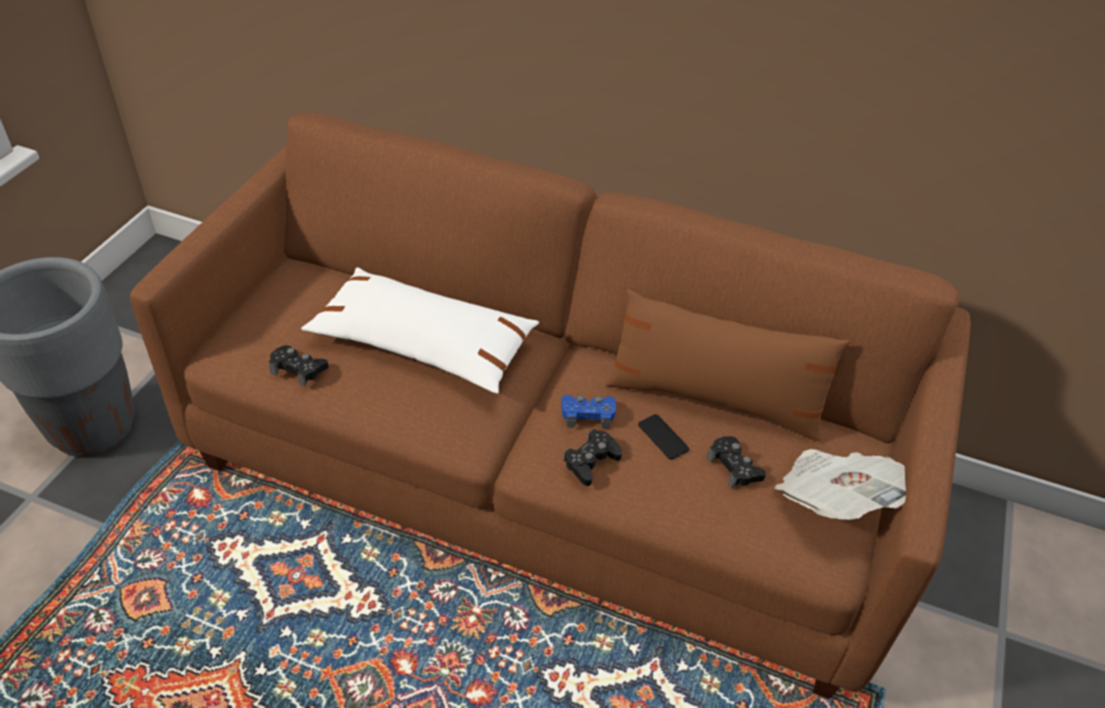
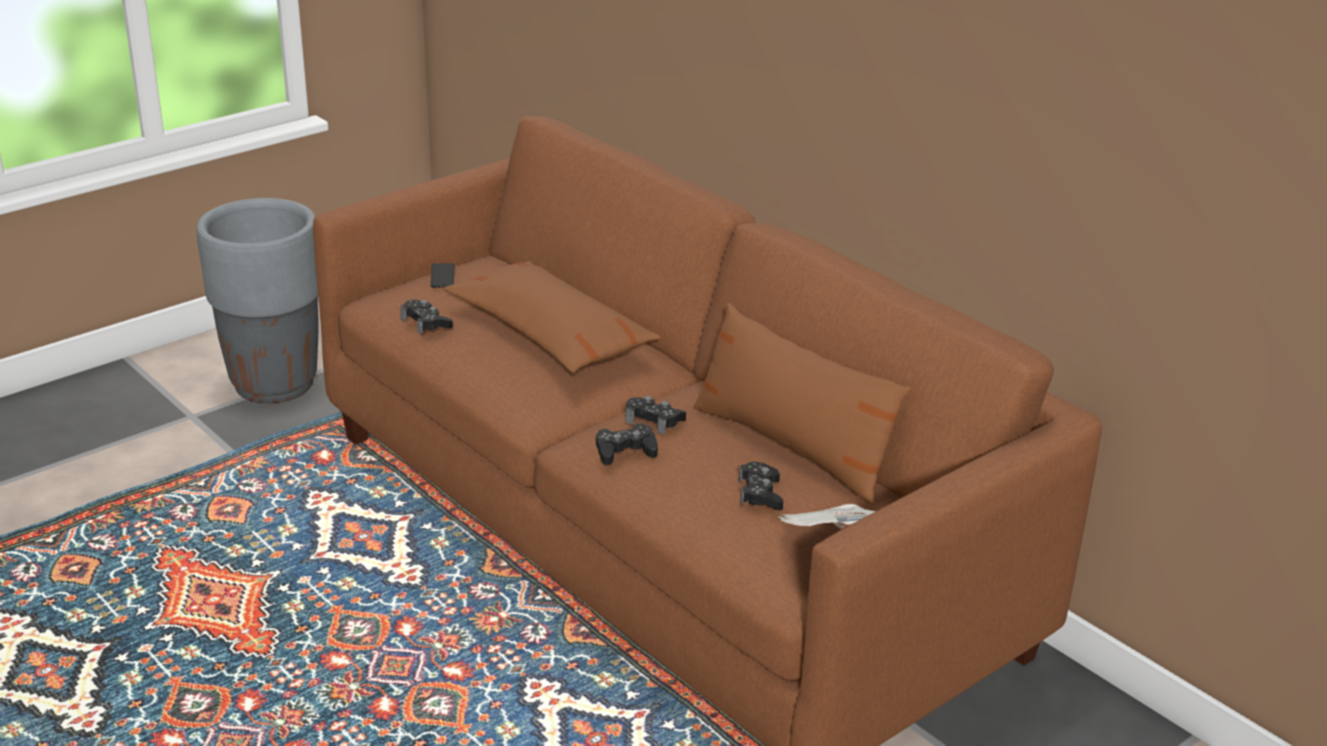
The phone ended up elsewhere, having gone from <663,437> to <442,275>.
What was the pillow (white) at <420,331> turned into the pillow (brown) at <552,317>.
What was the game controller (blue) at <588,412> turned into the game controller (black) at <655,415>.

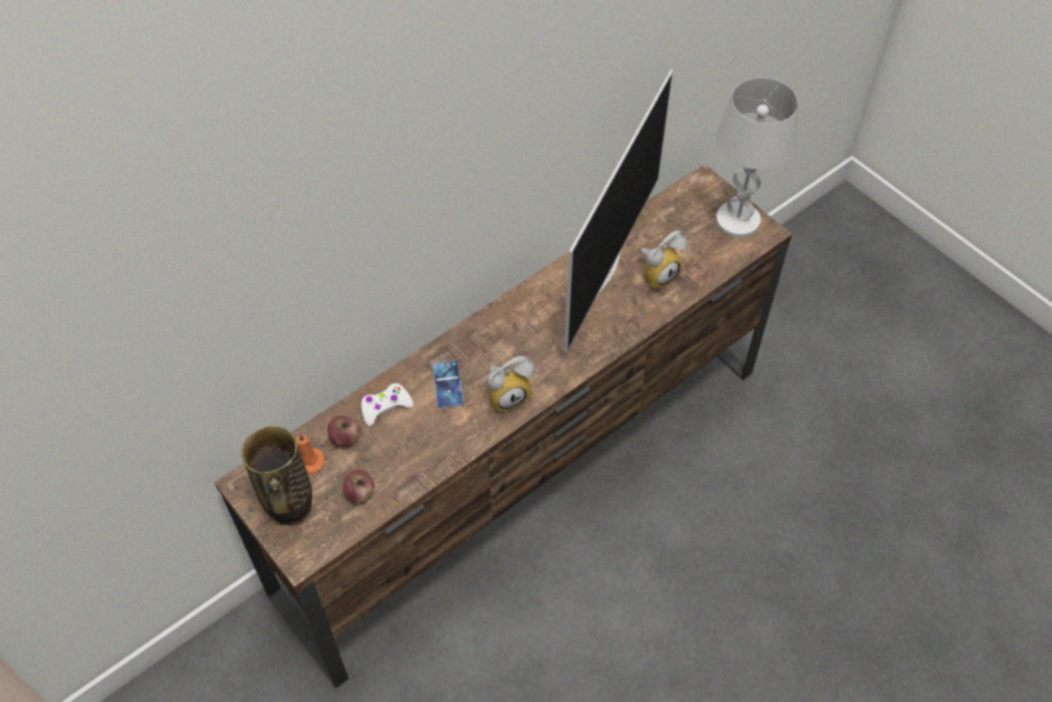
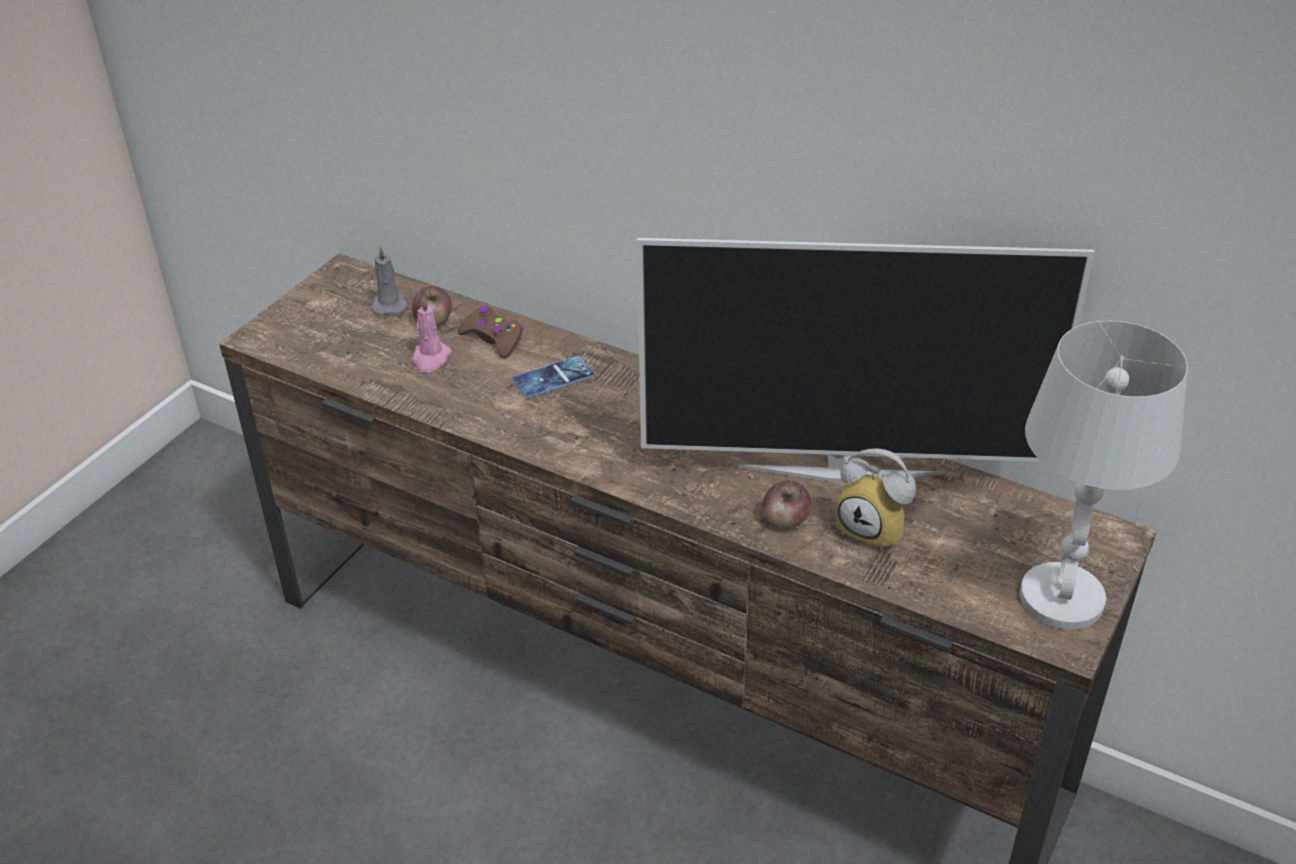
What was the candle (orange) at <310,453> turned into the candle (grey) at <389,280>.
The second view gained the candle (pink) at <432,335>.
What was the game controller (white) at <387,404> turned into the game controller (brown) at <490,332>.
The apple ended up elsewhere, having gone from <358,486> to <786,504>.
The second view lost the vase at <276,476>.
The second view lost the alarm clock at <511,384>.

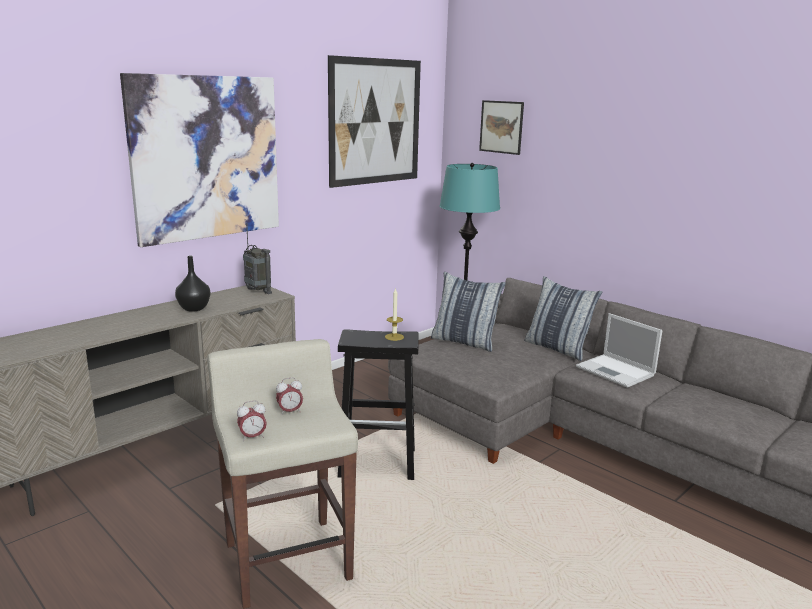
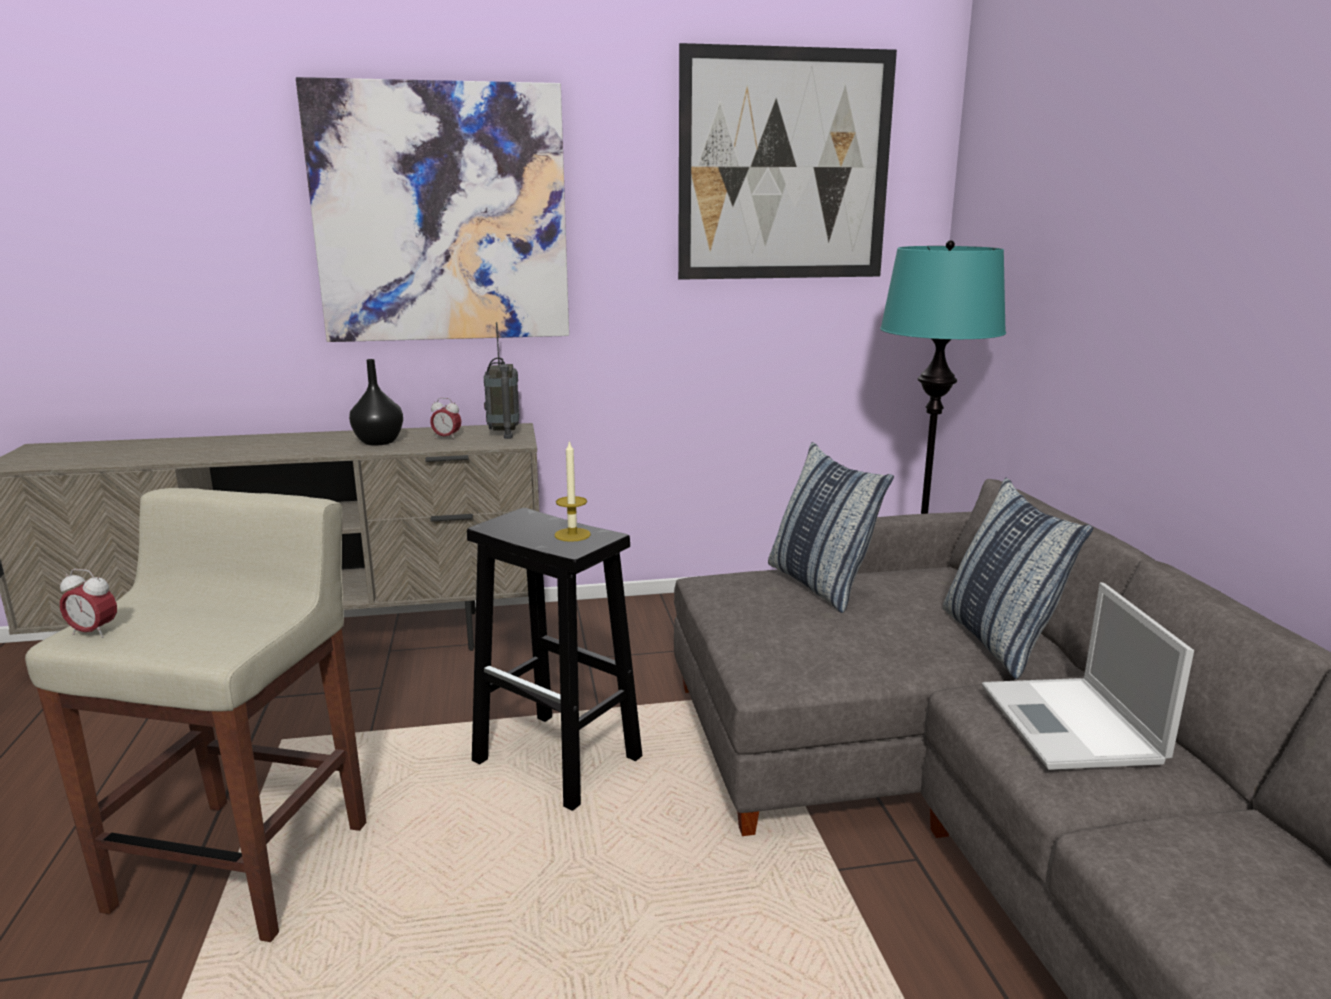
The alarm clock ended up elsewhere, having gone from <289,396> to <445,419>.
The second view lost the picture at <501,127>.

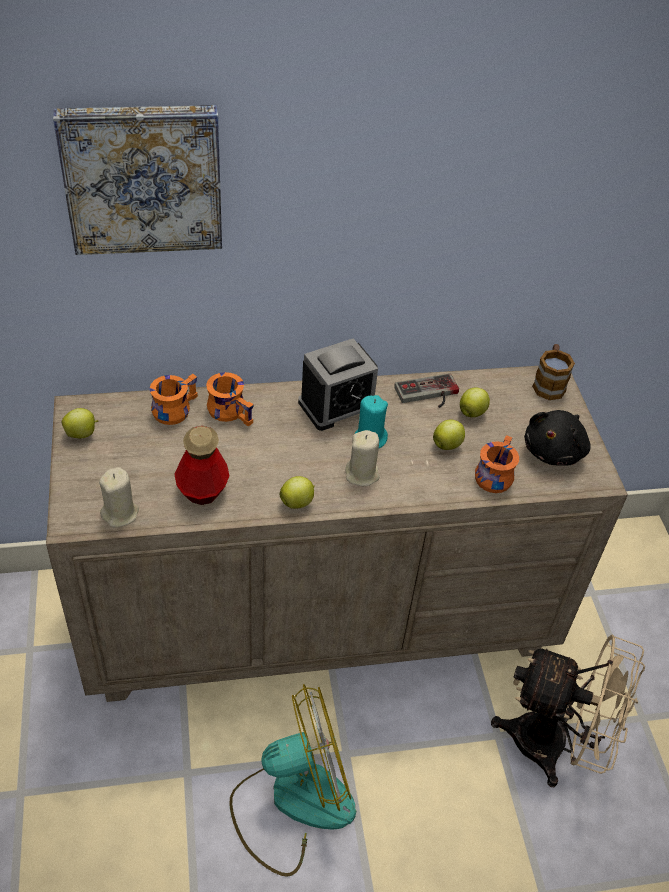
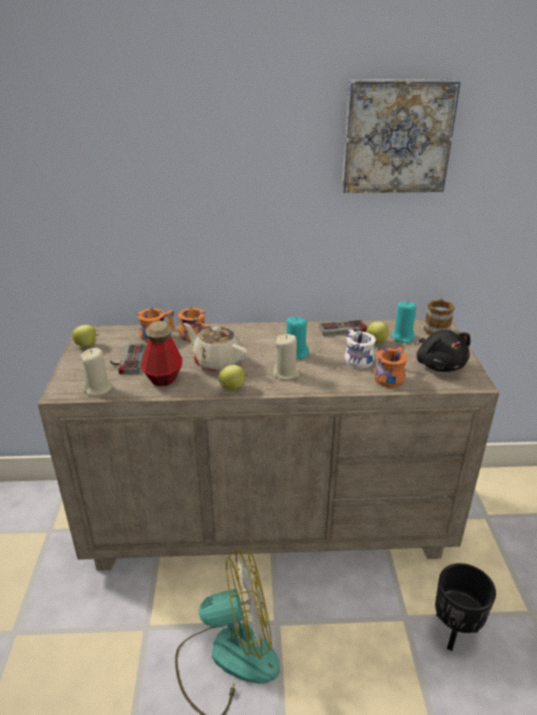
The second view gained the game controller at <128,359>.
The second view gained the teapot (beige) at <216,347>.
The picture ended up elsewhere, having gone from <137,180> to <401,136>.
Where the apple stood at <449,435>, the mug (white) came to stand at <360,349>.
The second view gained the candle (turquoise) at <404,322>.
The plush toy (black) at <557,438> ended up facing another way, 60 degrees counterclockwise from before.
Where the fan (beige) stood at <568,710>, the planter (black) came to stand at <465,607>.
The second view lost the alarm clock at <338,384>.

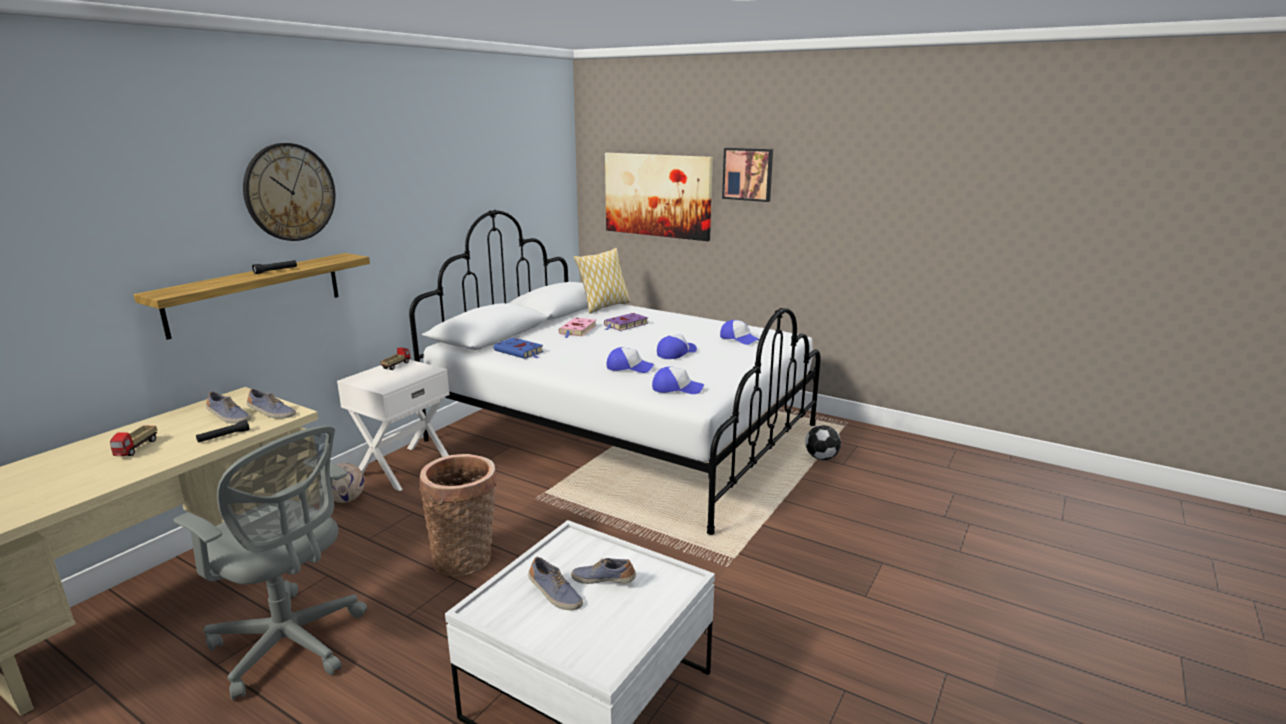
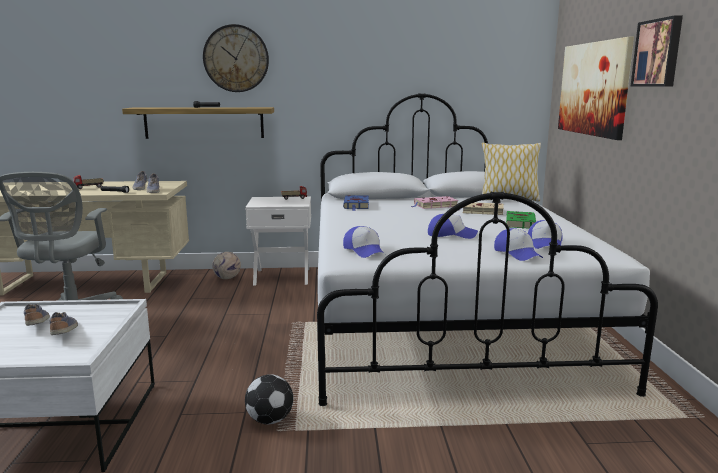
The shoe at <555,583> ended up facing another way, 150 degrees clockwise from before.
The football ended up elsewhere, having gone from <823,442> to <269,399>.
What was the book (purple) at <626,322> turned into the book (beige) at <481,208>.
The cap ended up elsewhere, having gone from <630,360> to <518,244>.
The second view gained the book (green) at <521,220>.
The second view lost the basket at <458,515>.

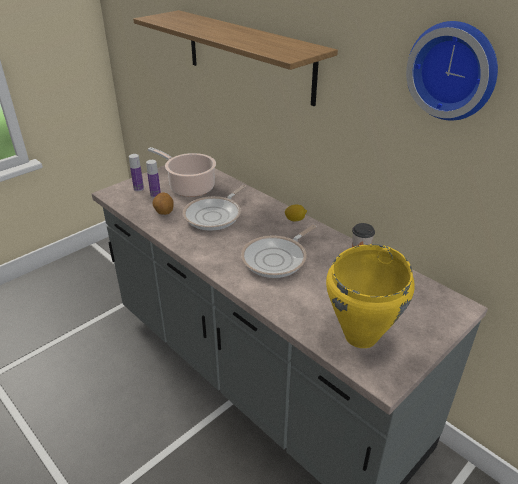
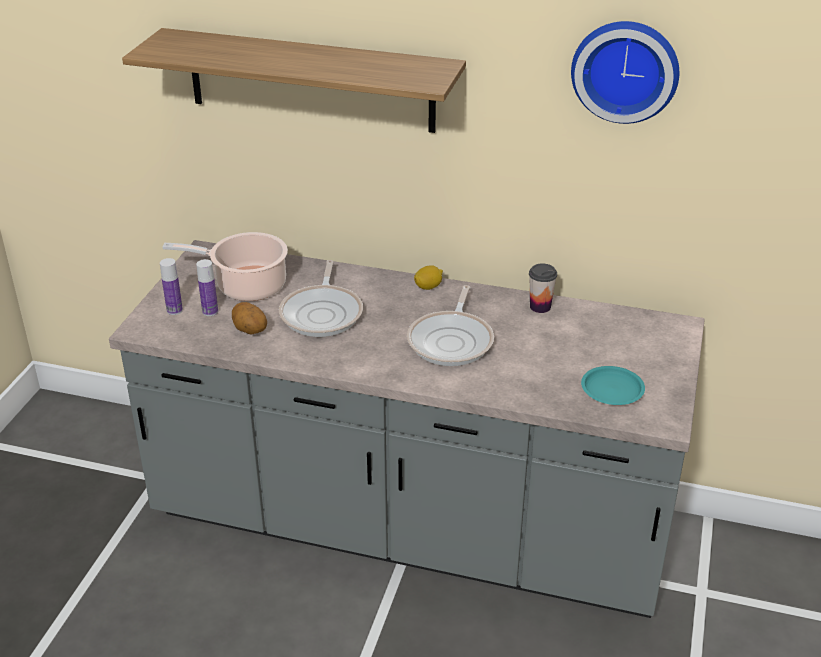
Where the cooking pot (yellow) stood at <370,296>, the plate (turquoise) came to stand at <613,385>.

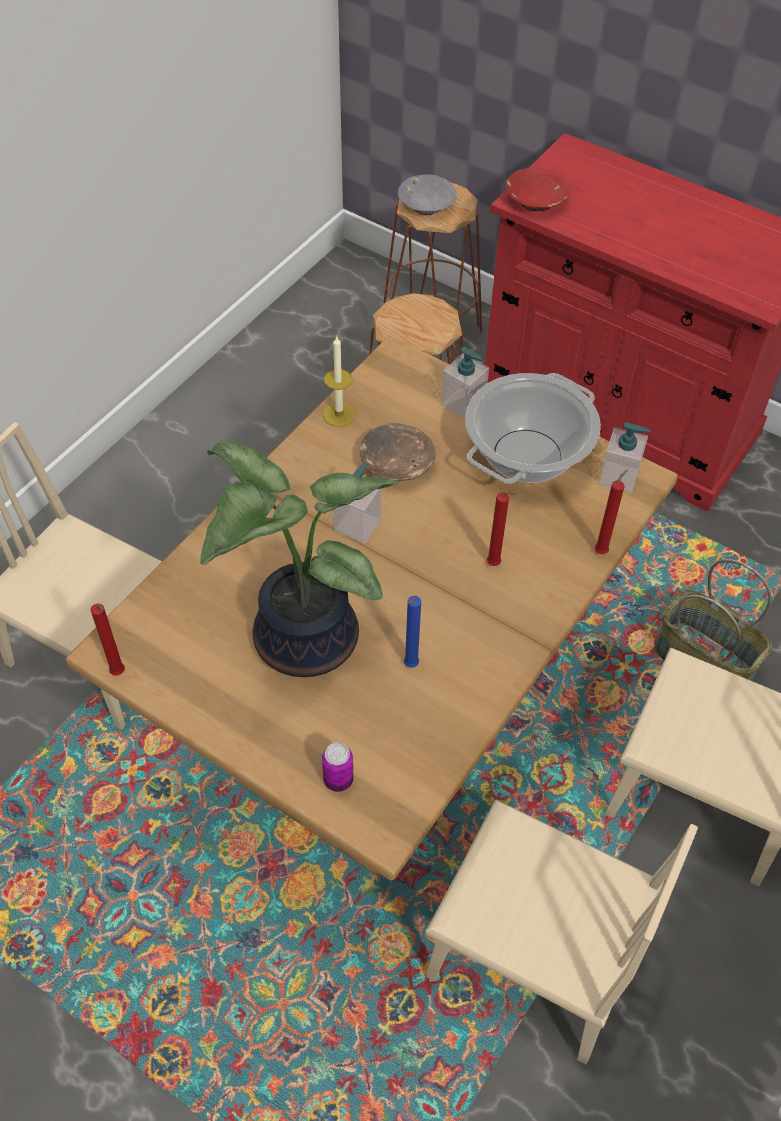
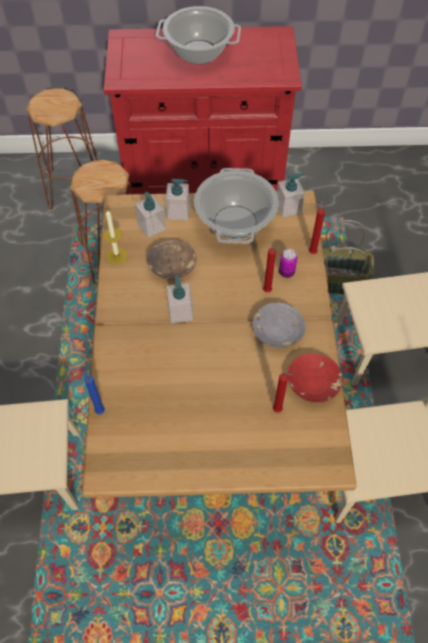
The candle (blue) ended up elsewhere, having gone from <412,632> to <94,395>.
The second view gained the soap dispenser at <150,215>.
The second view gained the cooking pot at <198,35>.
The bowl (grey) ended up elsewhere, having gone from <427,195> to <279,325>.
The candle (red) ended up elsewhere, having gone from <107,640> to <283,393>.
The can ended up elsewhere, having gone from <337,767> to <288,263>.
The bowl (red) ended up elsewhere, having gone from <538,189> to <315,377>.
The second view lost the potted plant at <299,559>.

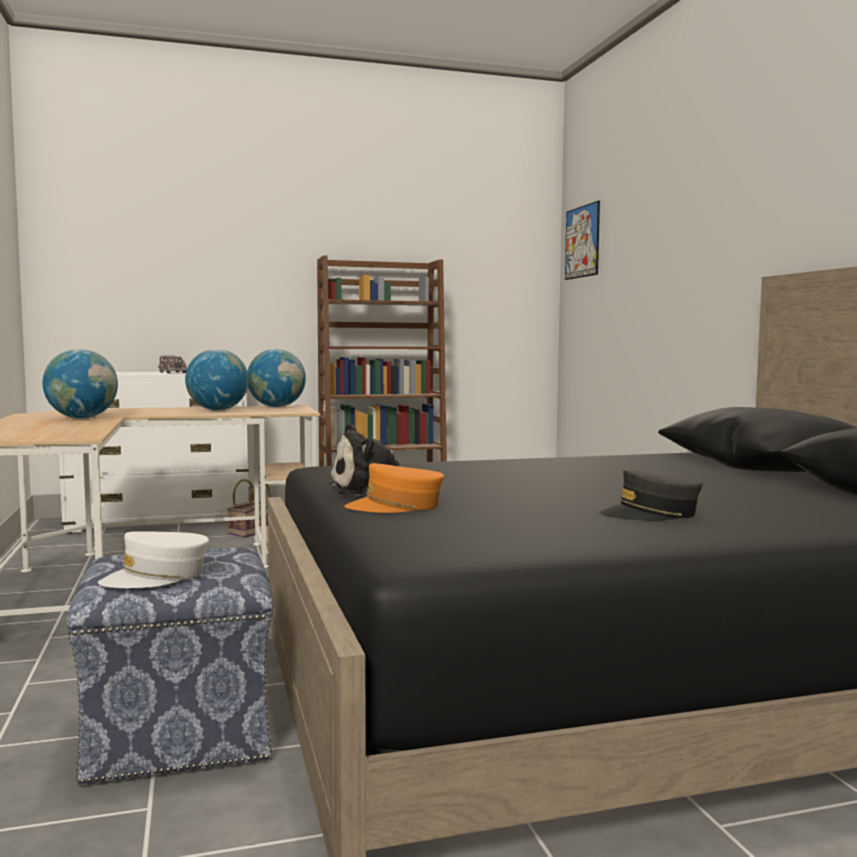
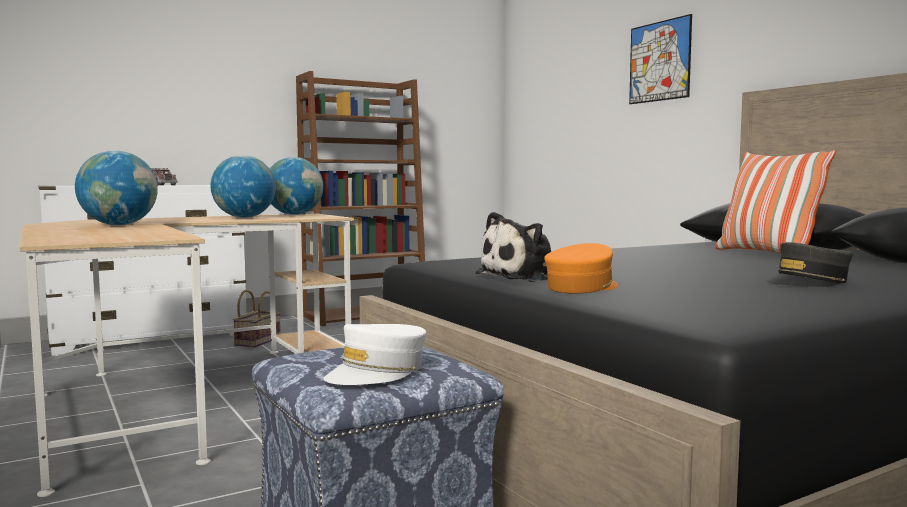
The cap (orange) at <394,488> ended up facing another way, 150 degrees clockwise from before.
The picture ended up elsewhere, having gone from <582,240> to <660,59>.
The second view gained the pillow at <775,201>.

